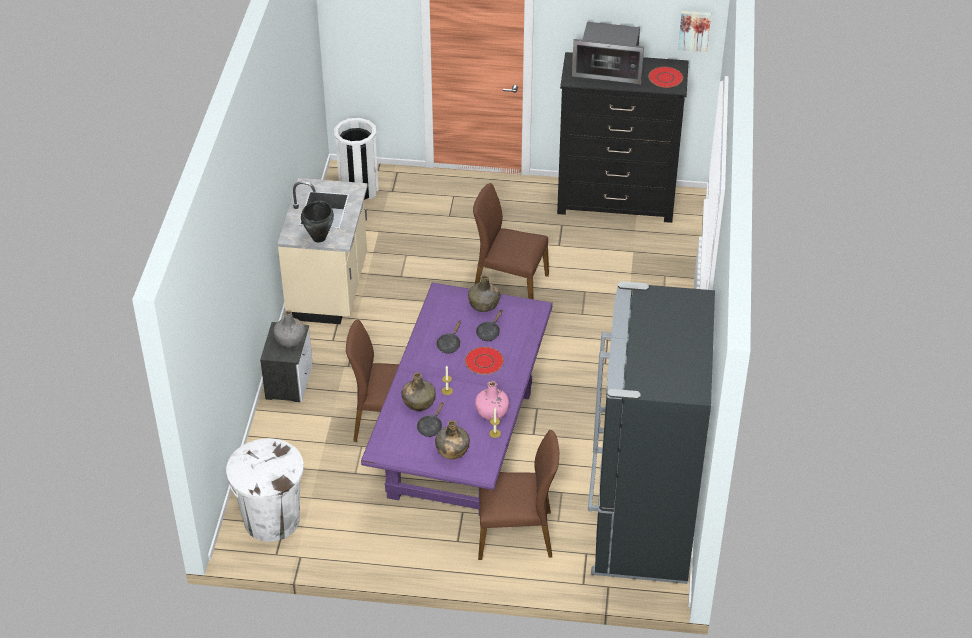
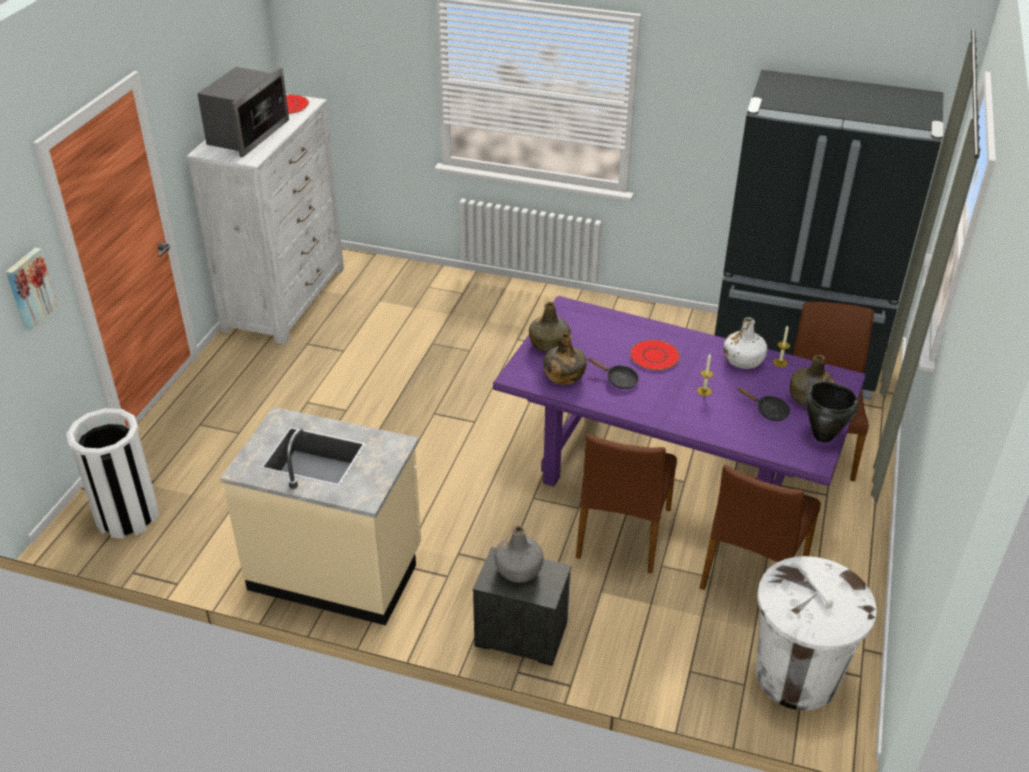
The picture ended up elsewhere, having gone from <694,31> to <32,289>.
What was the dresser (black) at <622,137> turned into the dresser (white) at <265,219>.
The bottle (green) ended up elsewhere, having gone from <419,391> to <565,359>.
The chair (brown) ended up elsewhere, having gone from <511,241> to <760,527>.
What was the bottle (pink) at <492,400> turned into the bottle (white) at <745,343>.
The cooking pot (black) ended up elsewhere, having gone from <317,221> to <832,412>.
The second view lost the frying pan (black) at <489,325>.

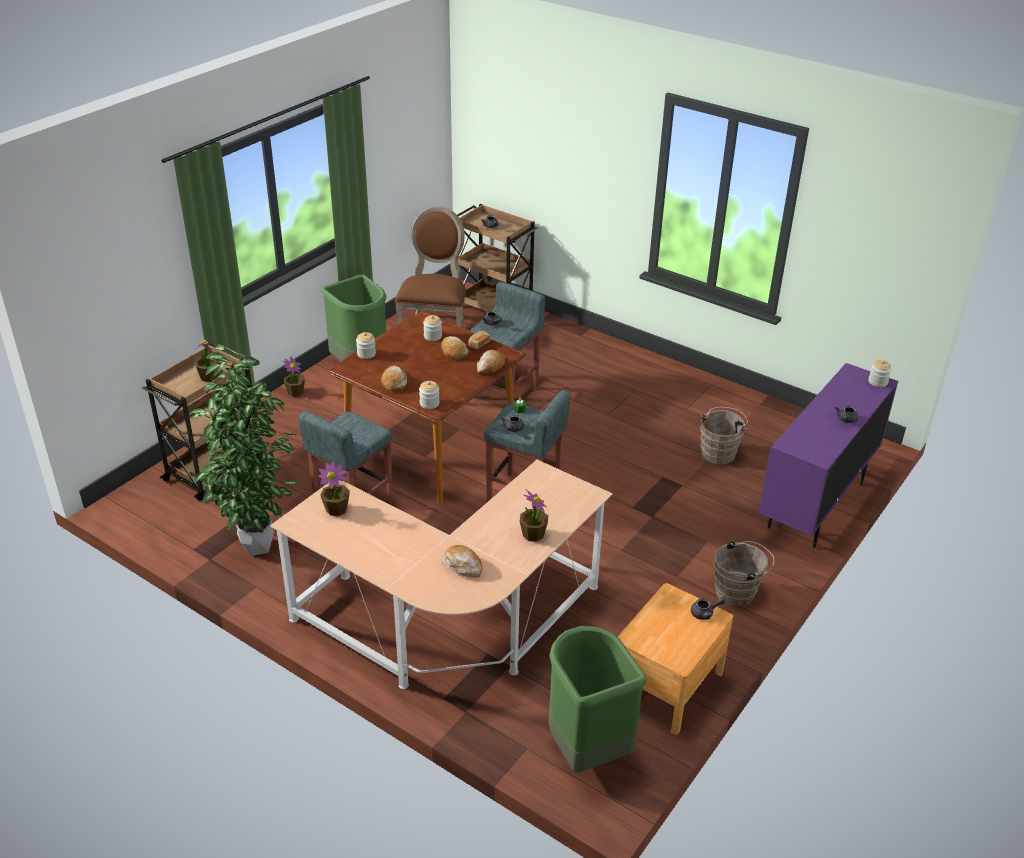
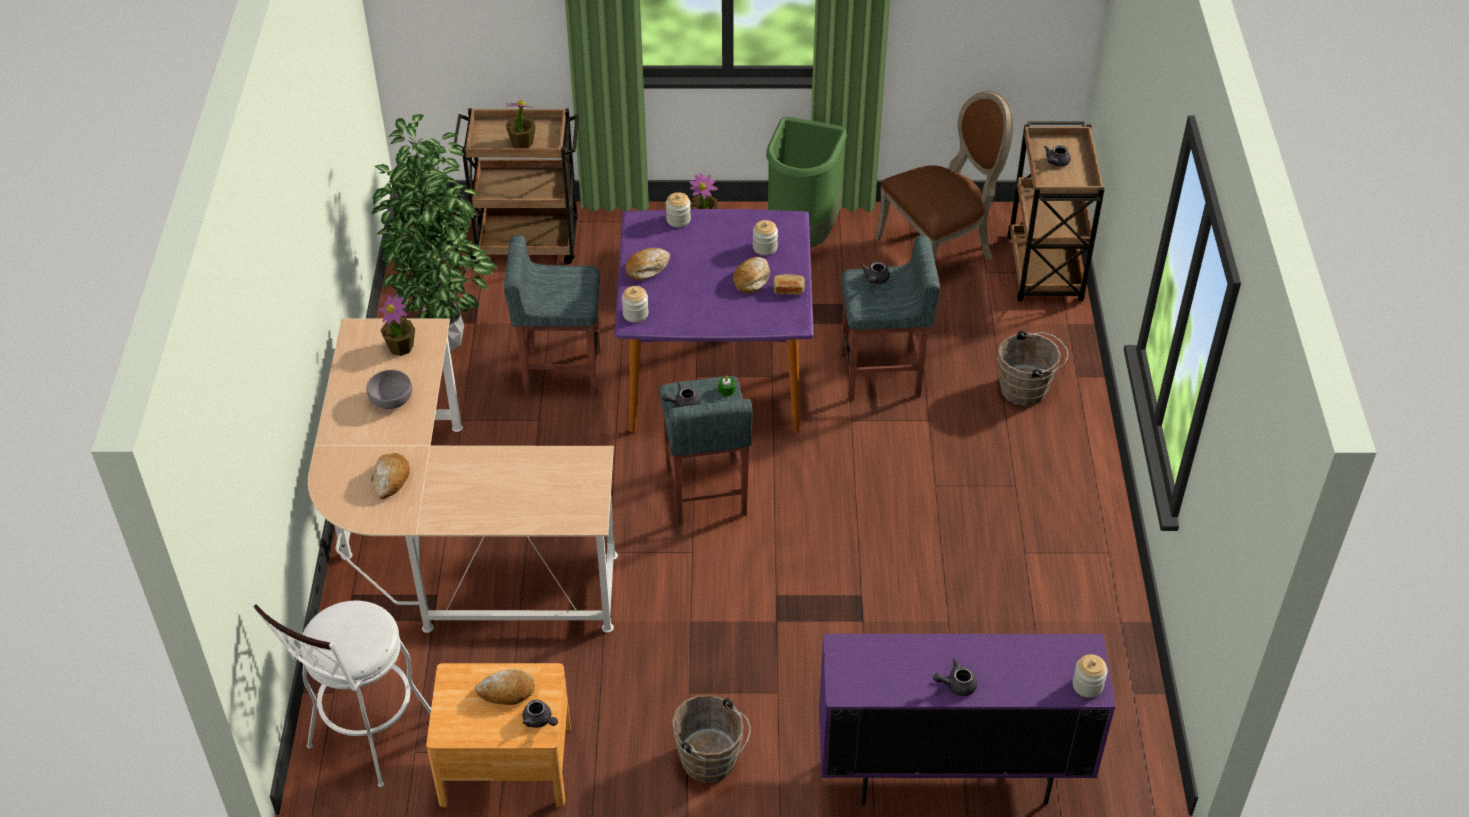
Where the trash can (green) stood at <597,699>, the stool (white) came to stand at <341,694>.
The second view gained the bowl (grey) at <389,389>.
The bread ended up elsewhere, having gone from <491,362> to <505,687>.
What was the dining table (brown) at <427,407> turned into the dining table (purple) at <714,321>.
The bucket (brown) ended up elsewhere, having gone from <724,436> to <1033,368>.
The second view lost the potted plant at <534,516>.

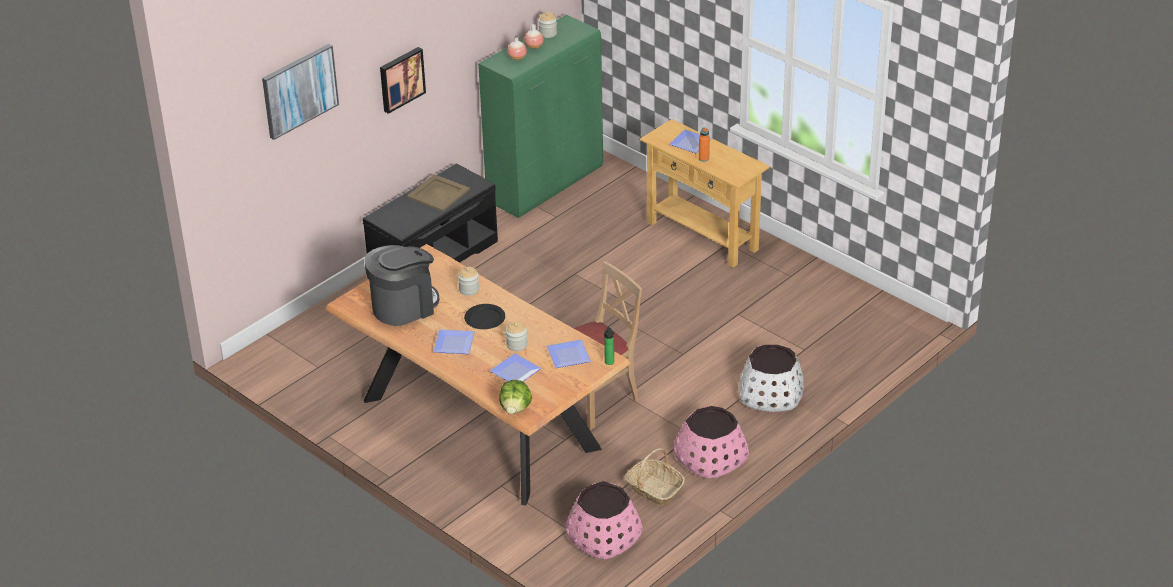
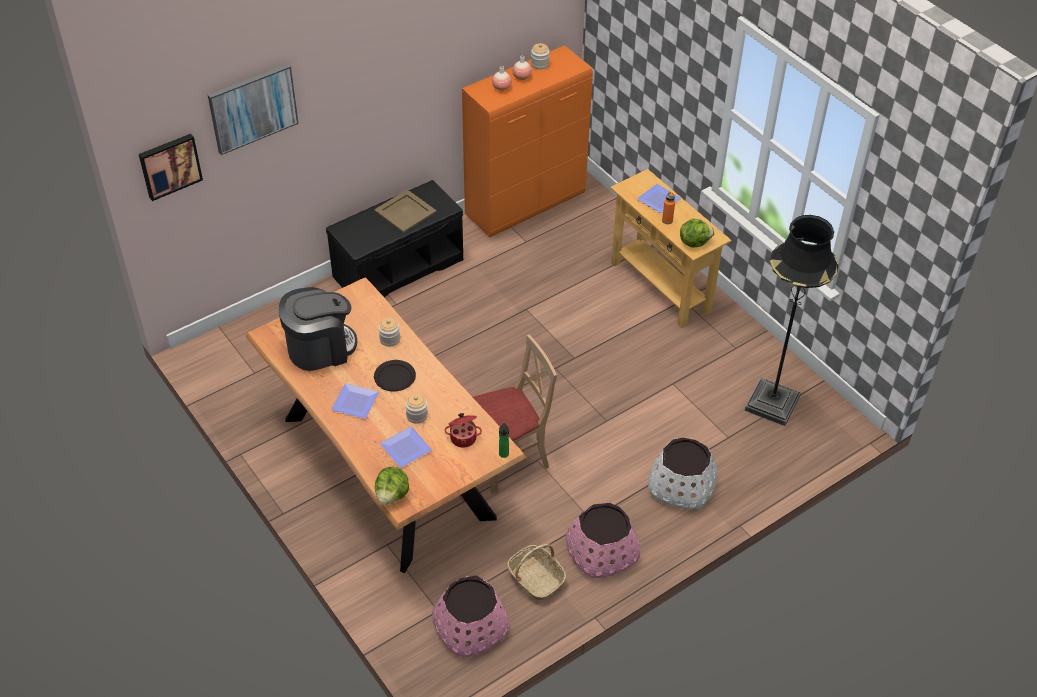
The picture ended up elsewhere, having gone from <403,80> to <171,167>.
Where the plate stood at <569,353>, the cooking pot came to stand at <463,430>.
What was the cabinet (green) at <540,116> turned into the cabinet (orange) at <527,141>.
The second view gained the lettuce at <697,233>.
The second view gained the floor lamp (black) at <792,320>.

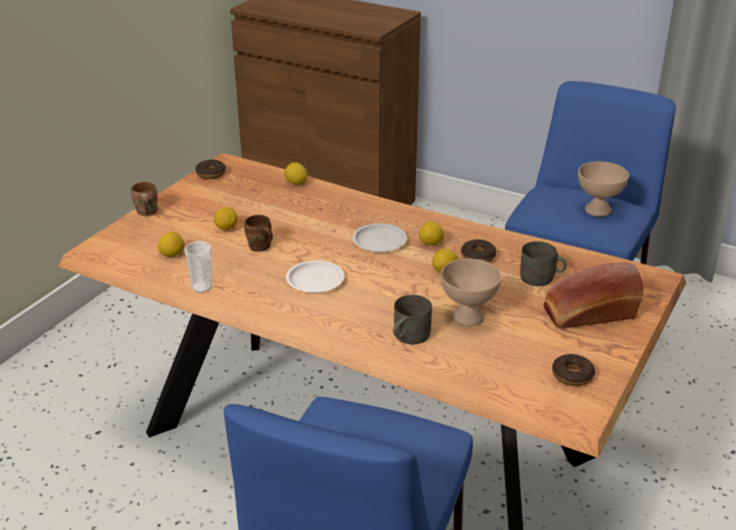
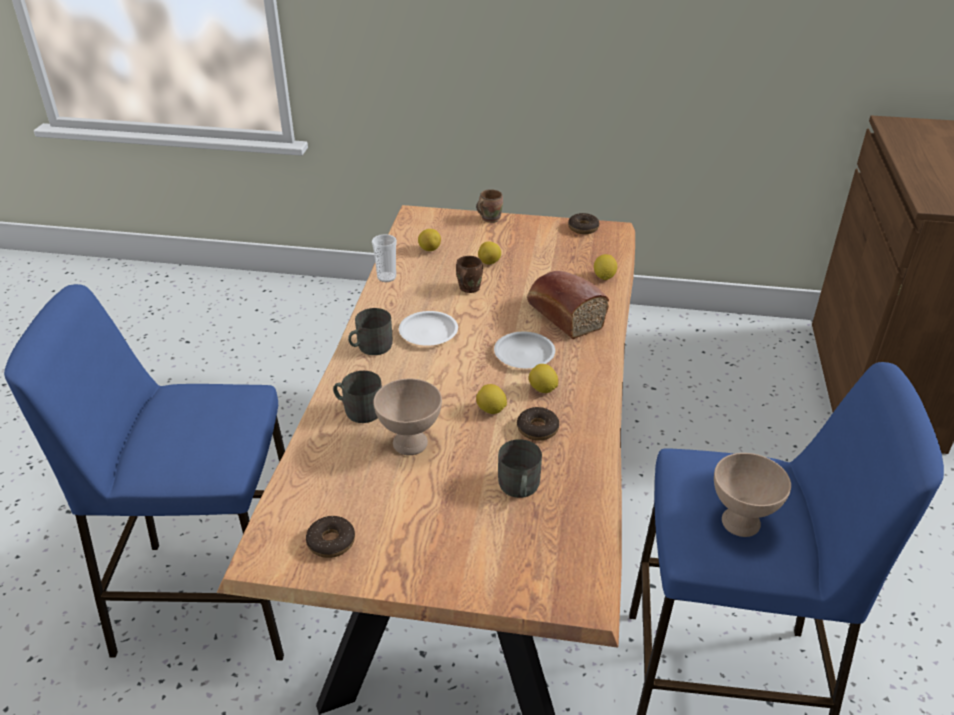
The second view gained the mug (grey) at <370,331>.
The bread ended up elsewhere, having gone from <594,295> to <568,305>.

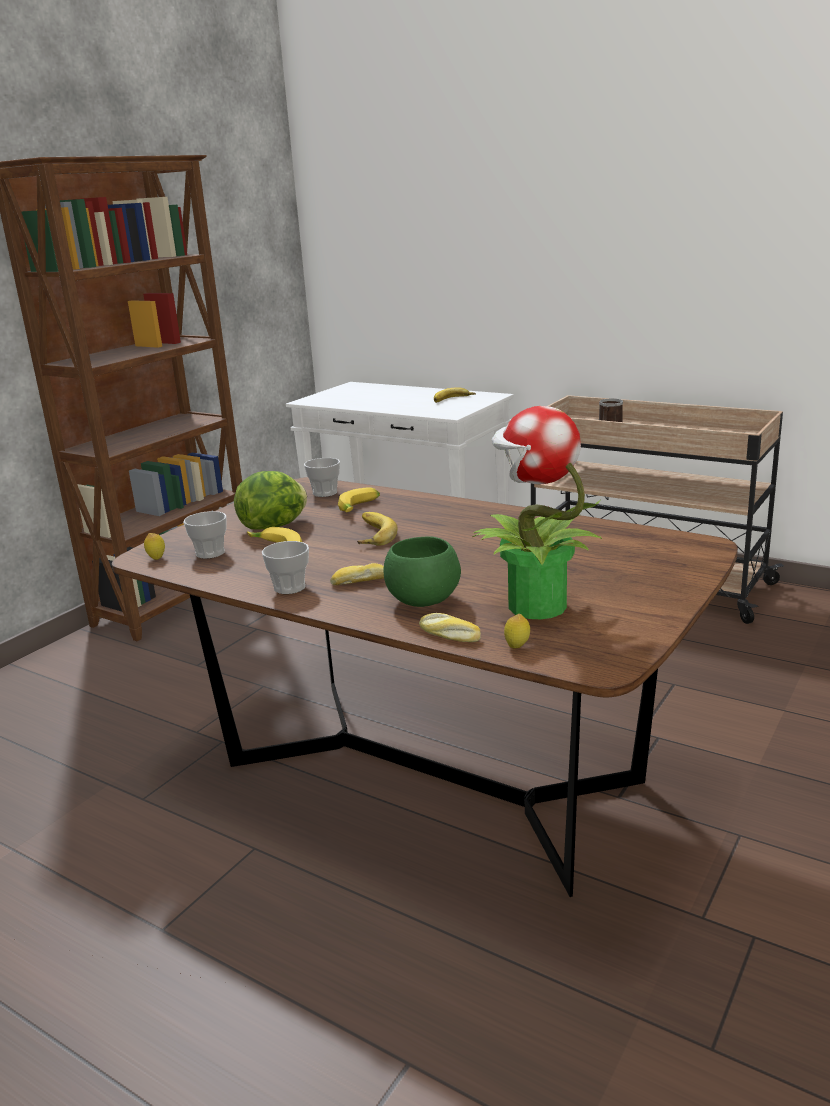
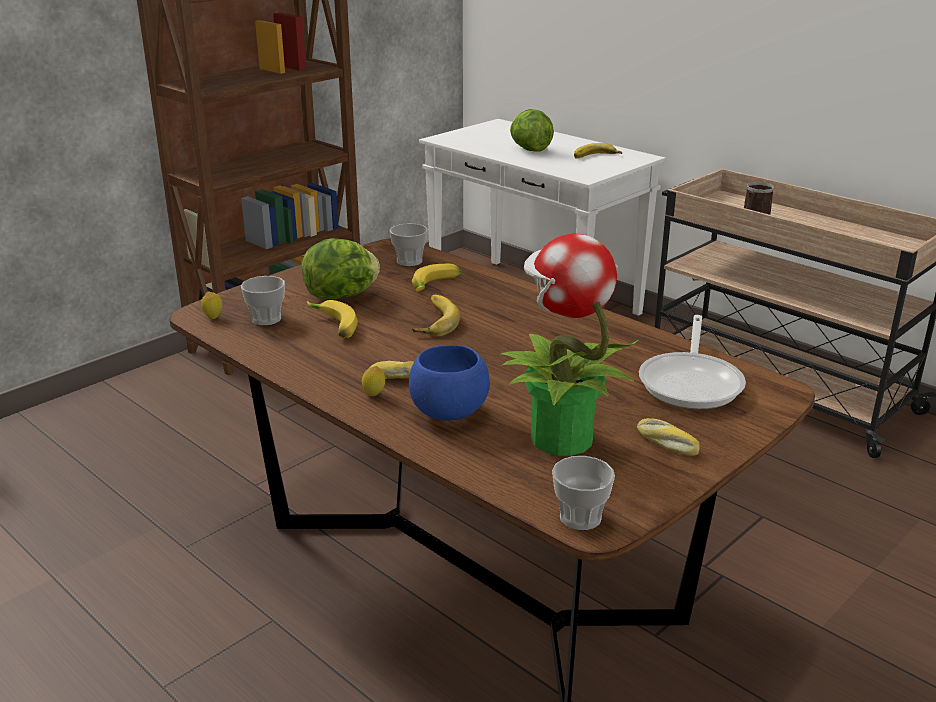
The lemon ended up elsewhere, having gone from <517,631> to <373,381>.
What was the bowl (green) at <422,571> turned into the bowl (blue) at <449,383>.
The second view gained the lettuce at <532,130>.
The cup ended up elsewhere, having gone from <285,567> to <583,493>.
The bread ended up elsewhere, having gone from <450,627> to <668,437>.
The second view gained the frying pan at <692,362>.

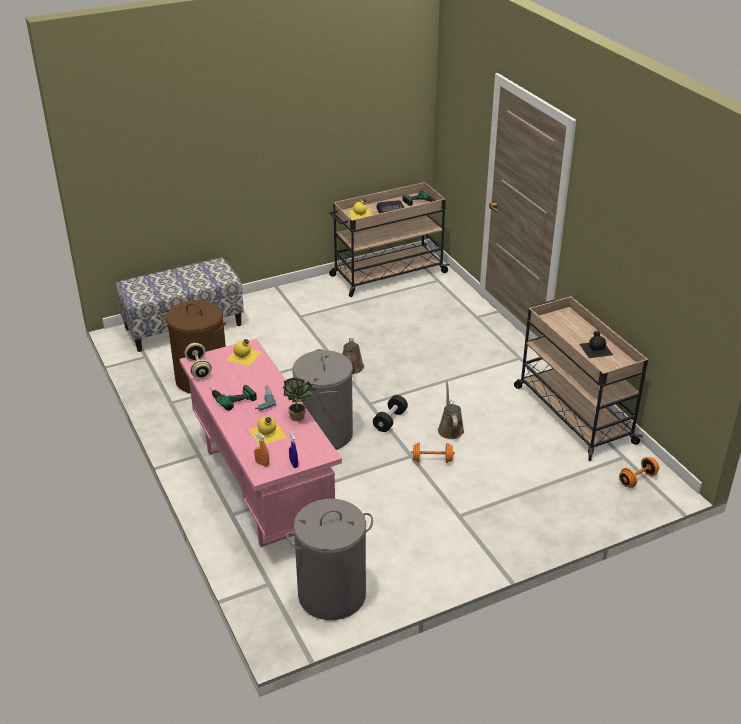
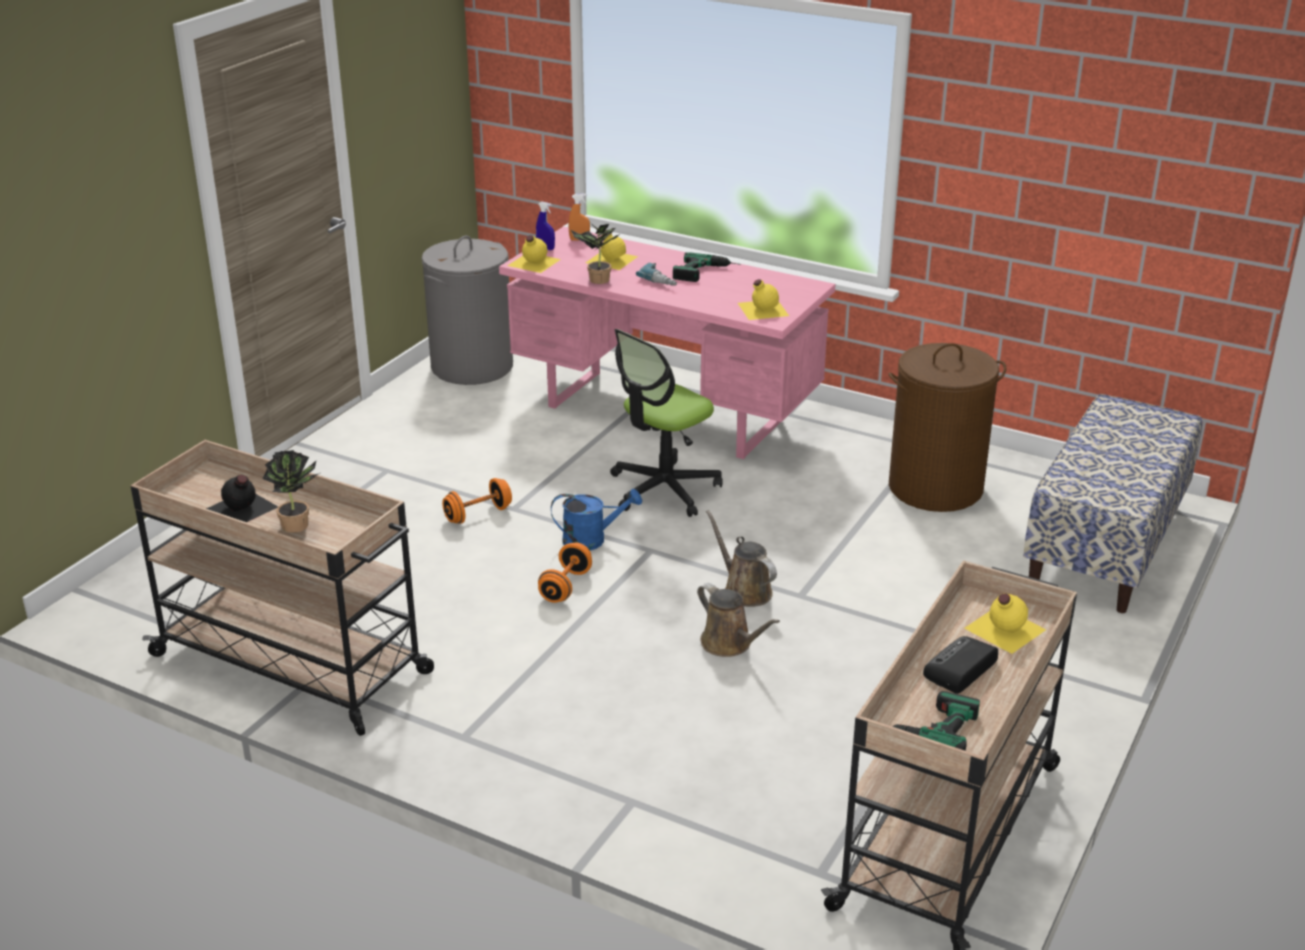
The second view gained the potted plant at <291,491>.
The second view gained the bottle (yellow) at <534,254>.
The dumbbell (orange) ended up elsewhere, having gone from <639,472> to <565,573>.
Where the dumbbell (black) stood at <390,413>, the watering can (blue) came to stand at <596,519>.
Where the laundry basket (grey) stood at <322,399>, the office chair came to stand at <666,423>.
The watering can (brown) ended up elsewhere, having gone from <451,410> to <738,620>.
The second view lost the dumbbell (beige) at <198,361>.

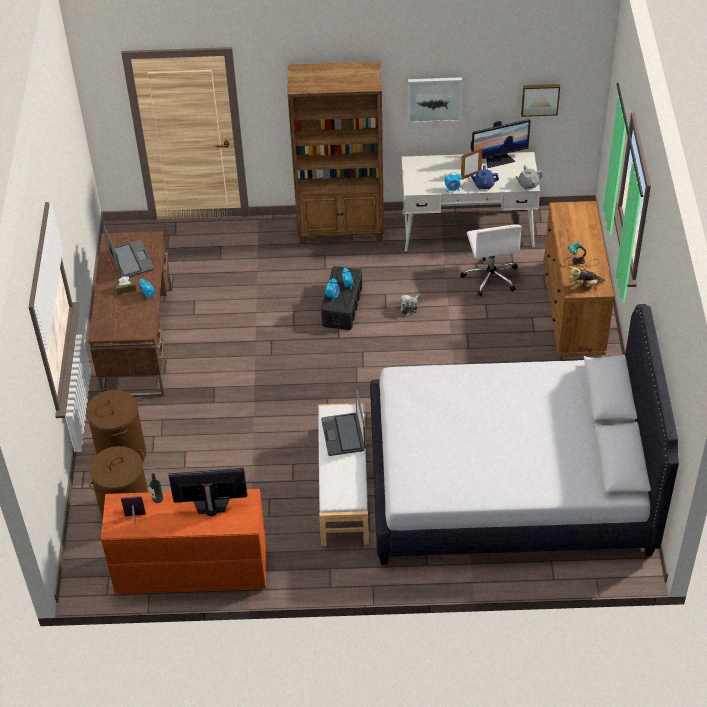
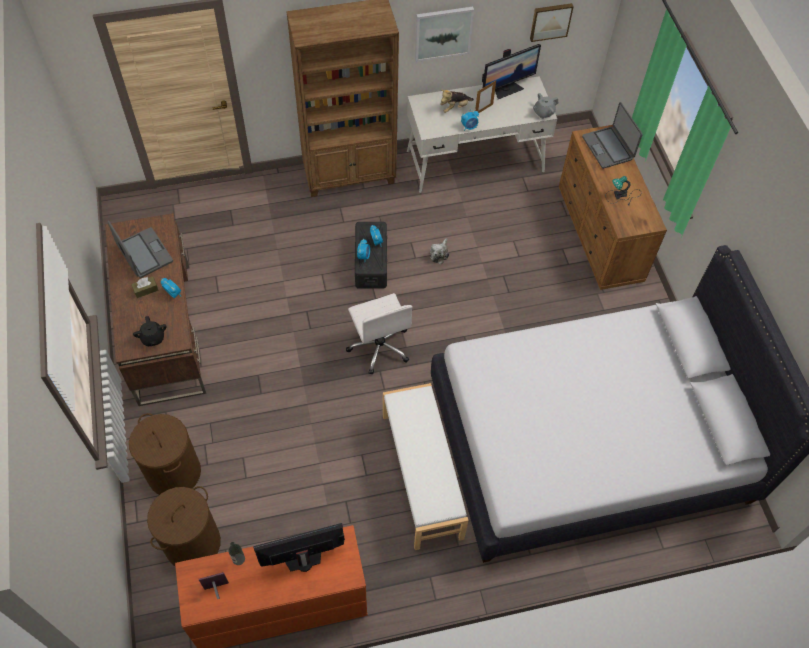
The second view gained the teapot (black) at <150,331>.
The office chair (white) ended up elsewhere, having gone from <491,260> to <379,334>.
The plush toy ended up elsewhere, having gone from <586,278> to <457,101>.
The laptop ended up elsewhere, having gone from <343,423> to <612,135>.
The second view lost the teapot (blue) at <484,177>.

